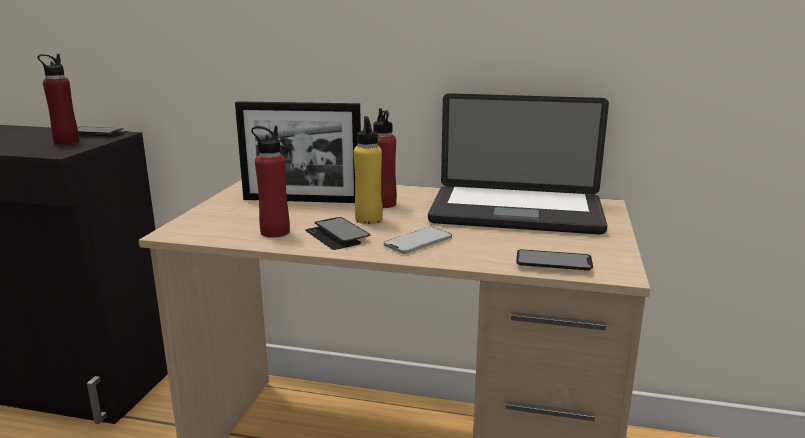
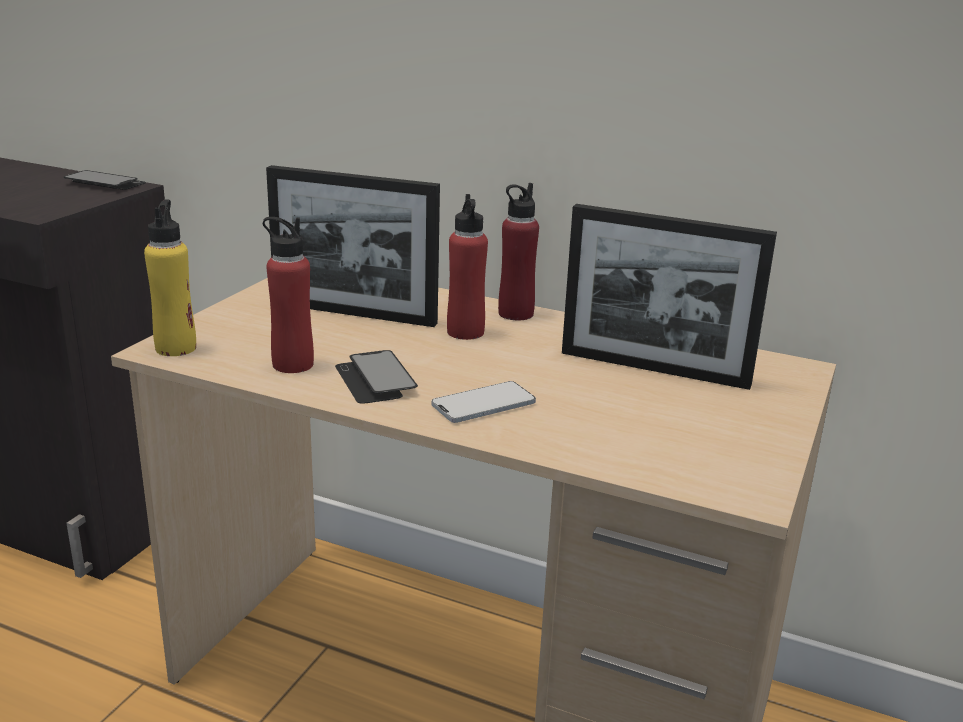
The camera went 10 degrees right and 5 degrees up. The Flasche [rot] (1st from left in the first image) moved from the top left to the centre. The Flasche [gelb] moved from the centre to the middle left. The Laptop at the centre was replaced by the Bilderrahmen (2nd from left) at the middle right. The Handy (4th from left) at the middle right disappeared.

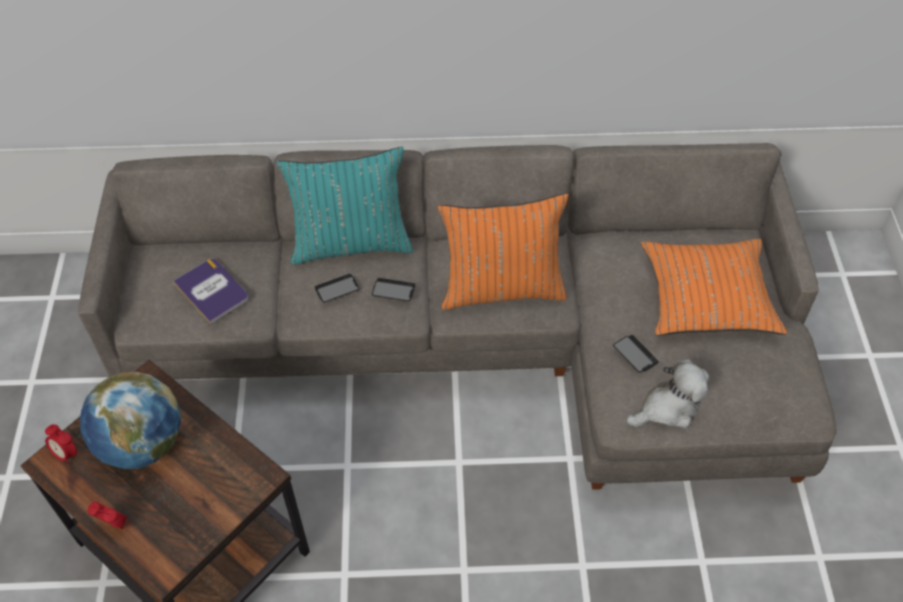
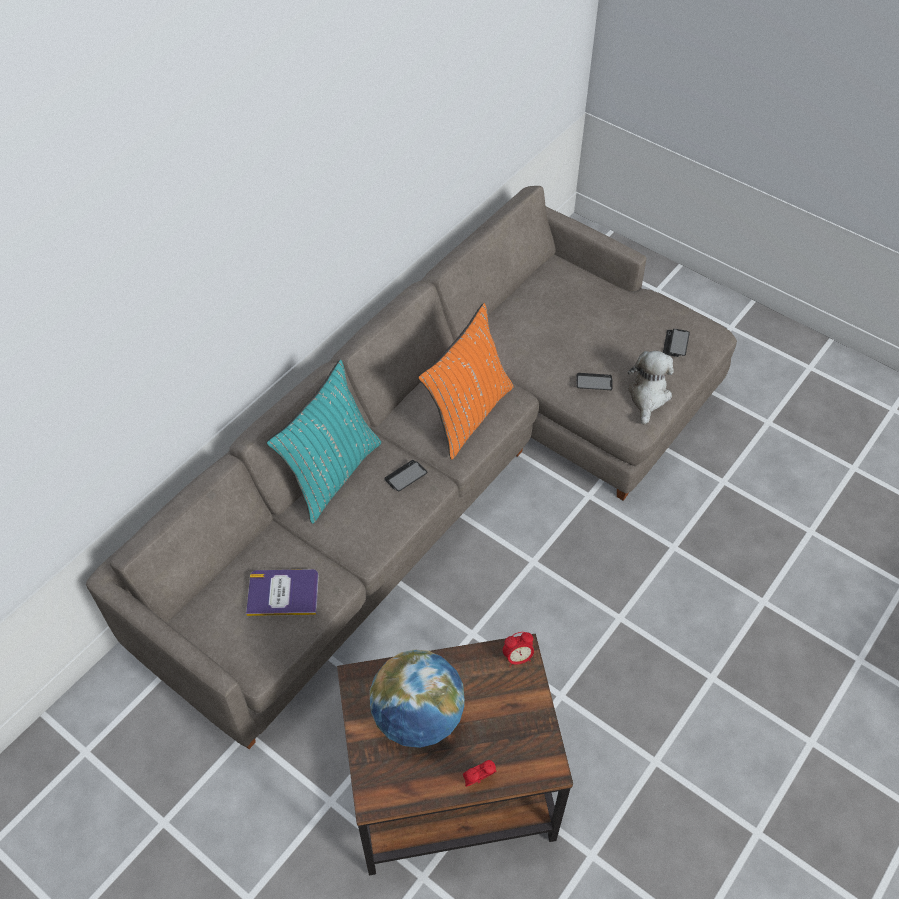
The camera went 50 degrees left and 0 degrees up. The Wecker (1st from left in the first image) moved from the bottom left to the bottom centre. The Handy (1st from left in the first image) moved from the centre to the middle right. The Kissen [orange] (2nd from left) at the middle right disappeared.

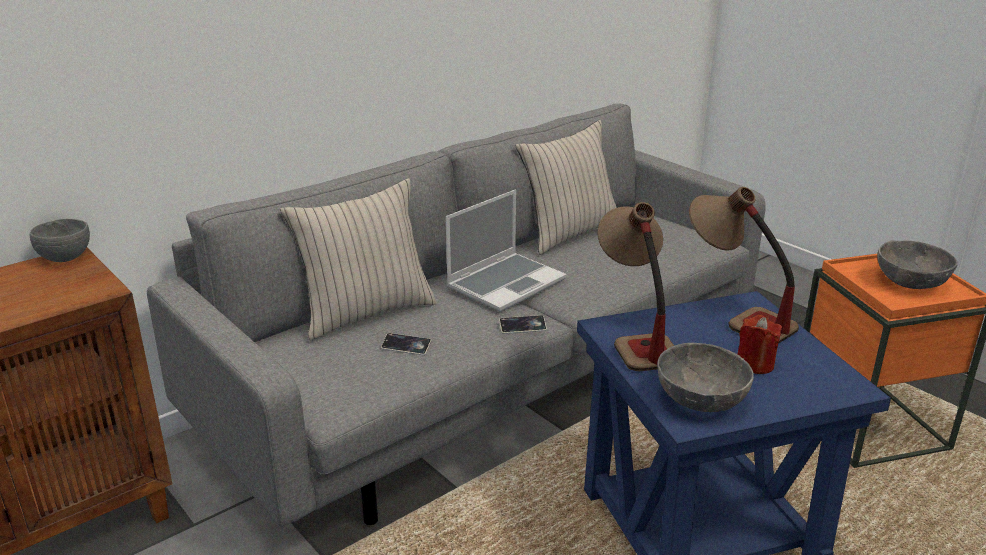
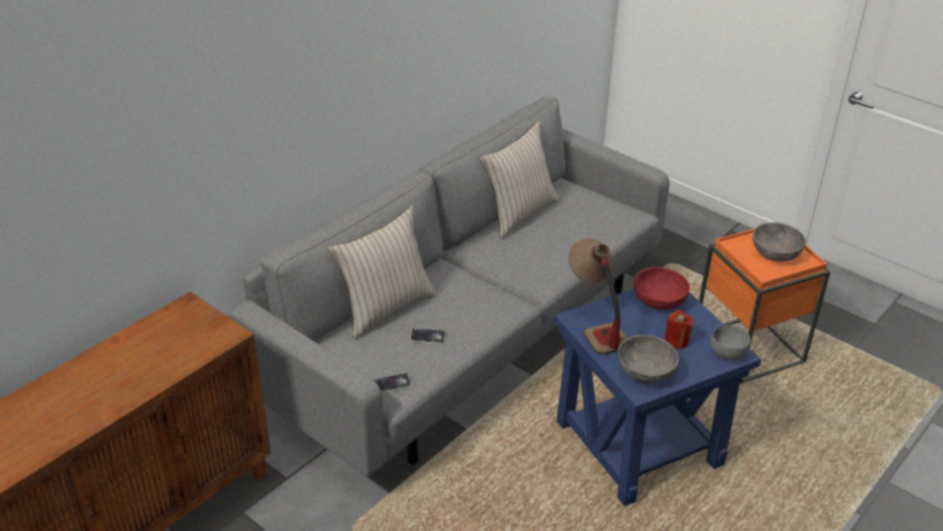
The camera went 10 degrees left and 10 degrees up. The Schüssel [grau] (1st from left in the first image) moved from the middle left to the middle right. The Laptop at the centre disappeared. The Handy (2nd from left in the first image) moved from the centre to the bottom centre. The Tischlampe (2nd from left) at the middle right was replaced by the Schüssel [rot] at the middle right.

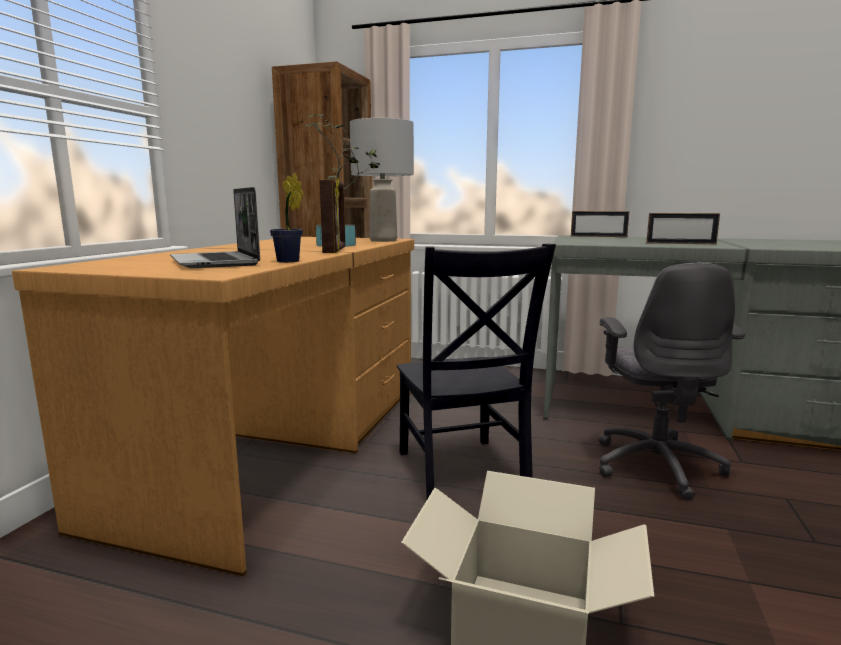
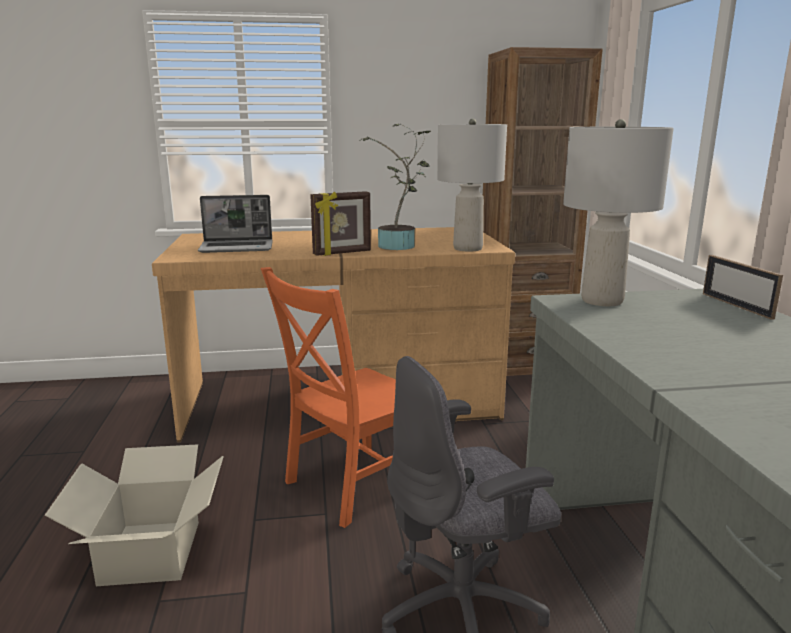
The camera went 65 degrees right and 5 degrees up. The Laptop at the middle left turned 135 degrees counterclockwise. The Topfpflanze (1st from left) at the centre disappeared. The Stuhl [schwarz] at the centre became the Stuhl [orange] at the centre. The Bilderrahmen (3rd from left) at the middle right disappeared. The Tischlampe [grau] (2nd from left) at the middle right appeared.

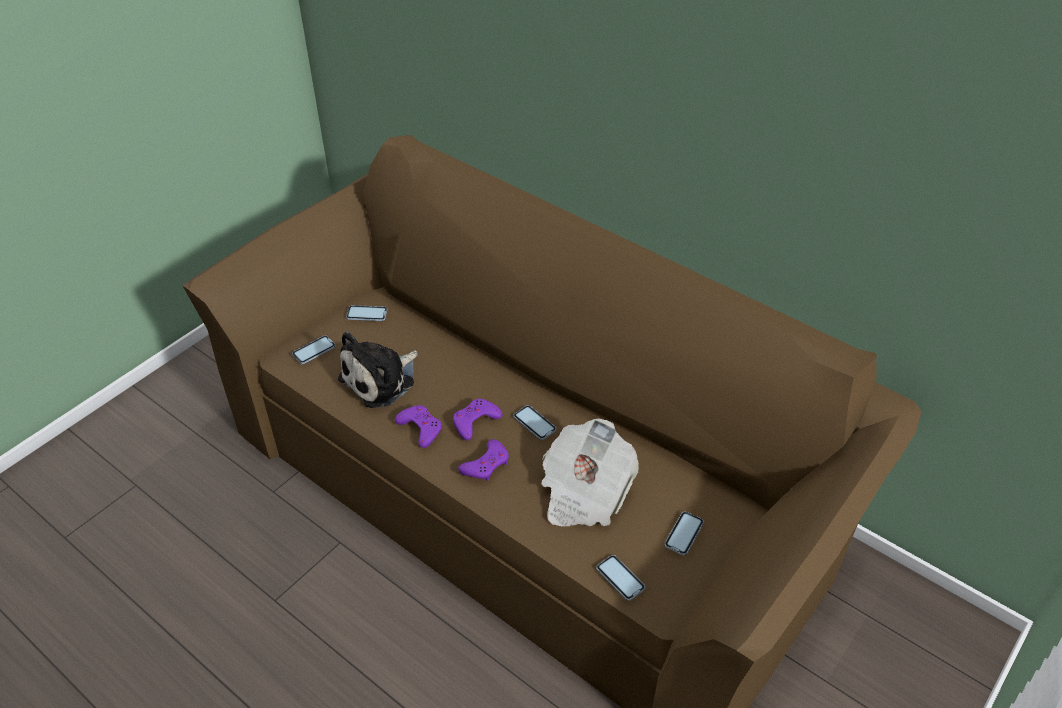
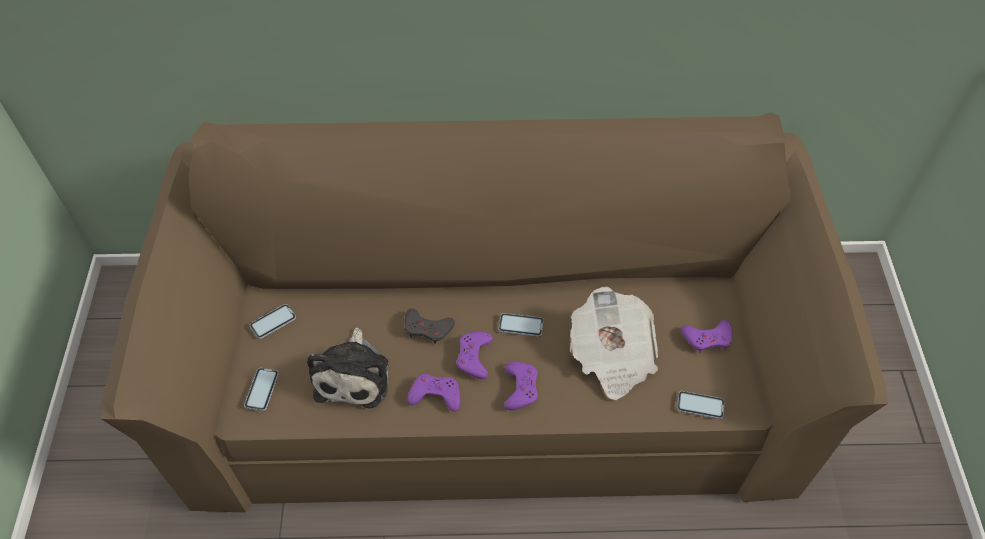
The camera went 40 degrees left and 10 degrees up. The Handy (5th from left) at the bottom centre was replaced by the Gamepad [lila] (4th from left) at the middle right. The Gamepad [grau] at the centre appeared.

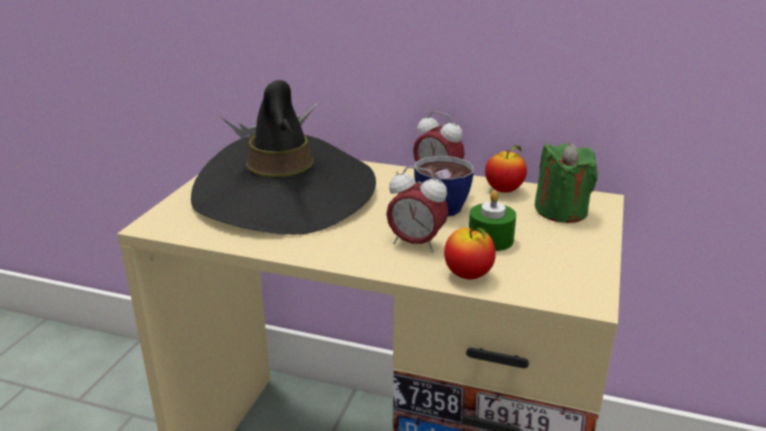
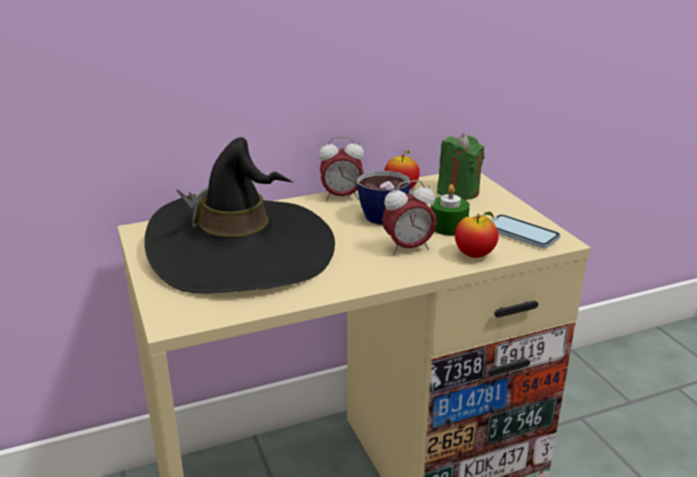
The camera went 40 degrees left and 0 degrees up. The Handy at the middle right appeared.

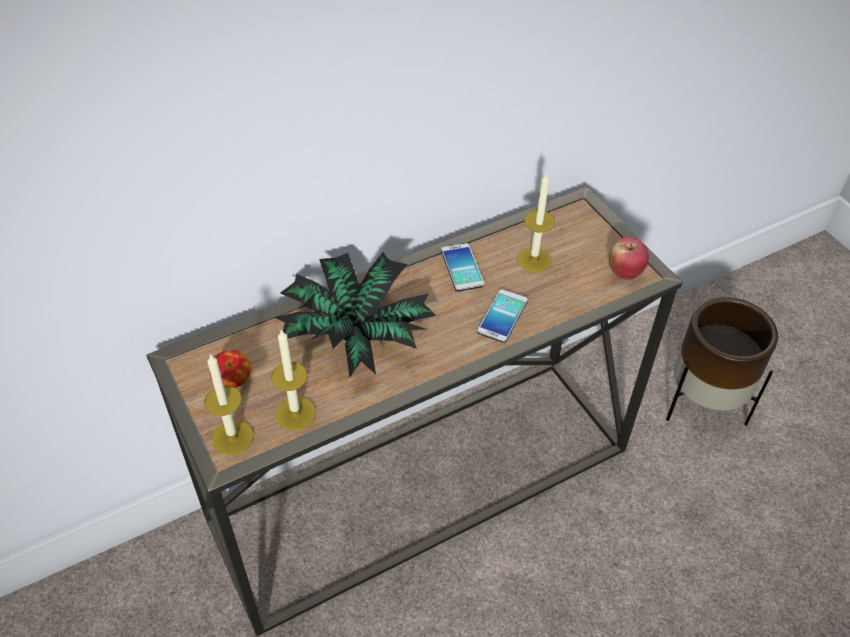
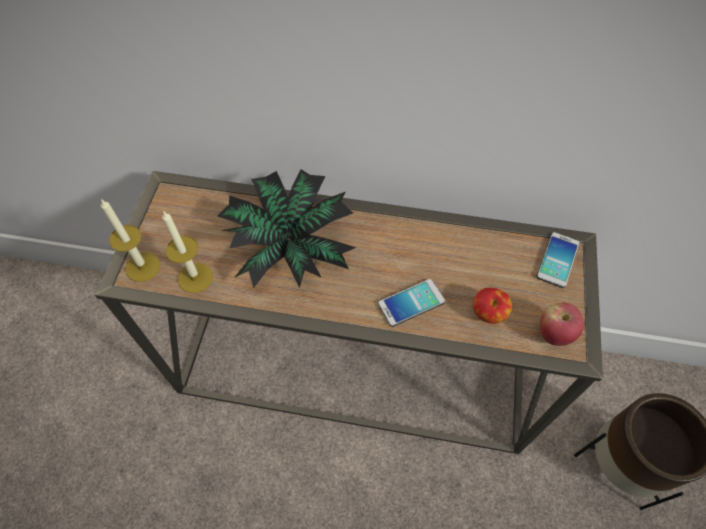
The camera went 40 degrees right and 10 degrees up. The Apfel (1st from left) moved from the middle left to the middle right. The Handy (1st from left in the first image) moved from the centre to the middle right. The Kerze (3rd from left) at the centre disappeared.

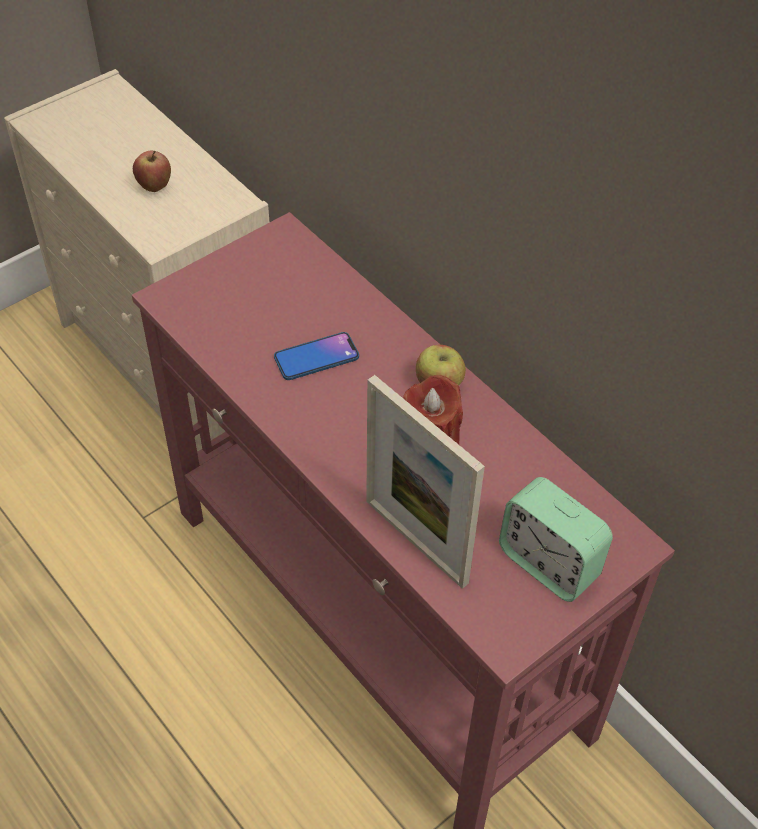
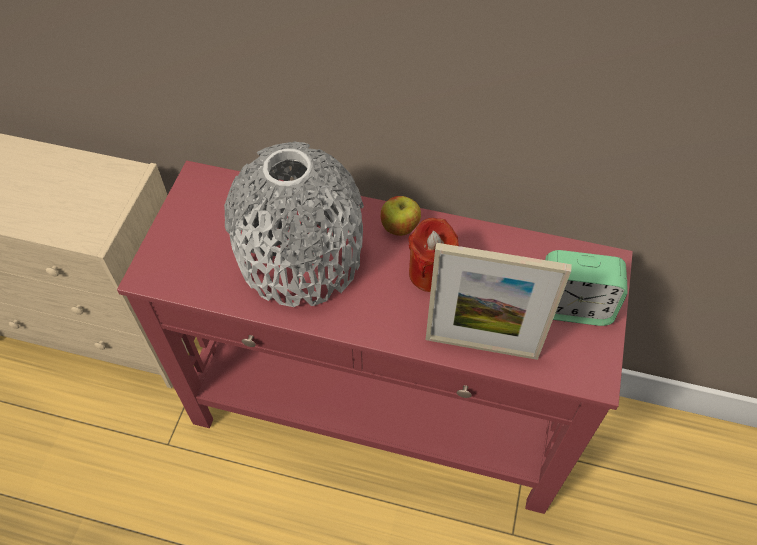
The camera went 35 degrees left and 5 degrees up. The Apfel (1st from left) at the top left disappeared. The Handy at the centre was replaced by the Vase [grau] at the centre.

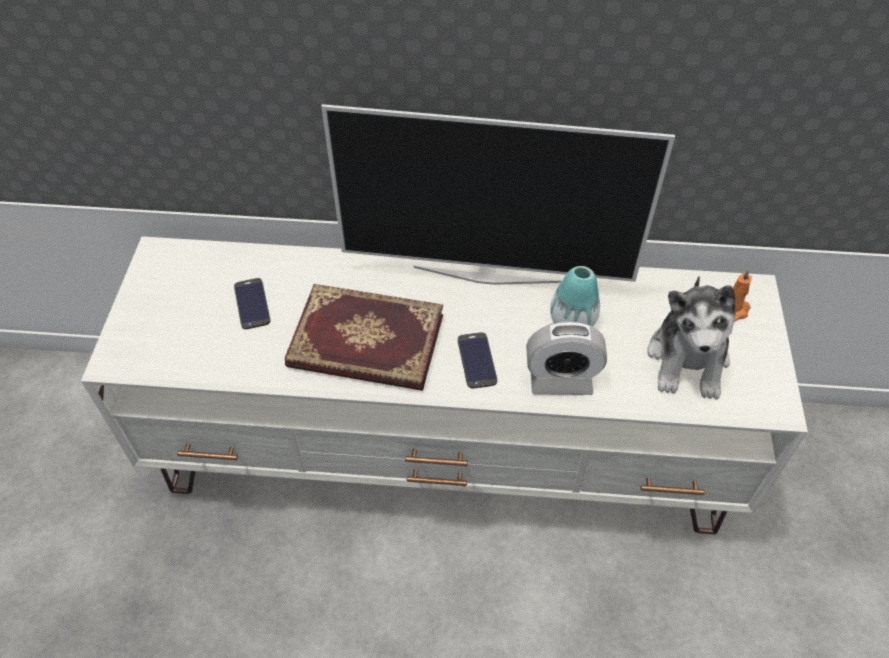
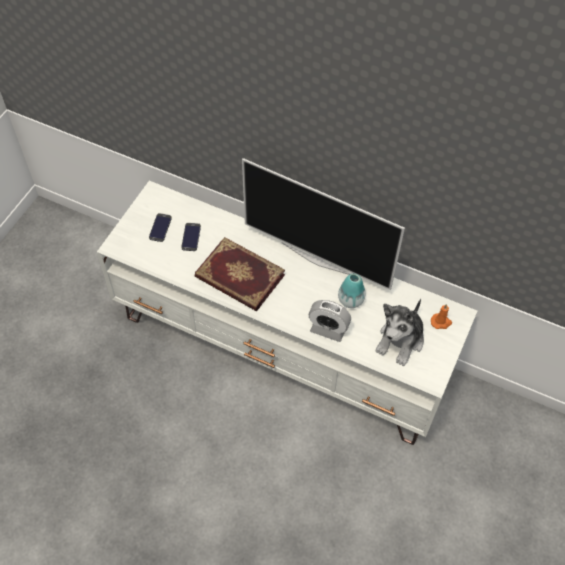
The camera went 20 degrees right and 5 degrees up. The Handy (2nd from left in the first image) moved from the centre to the middle left.

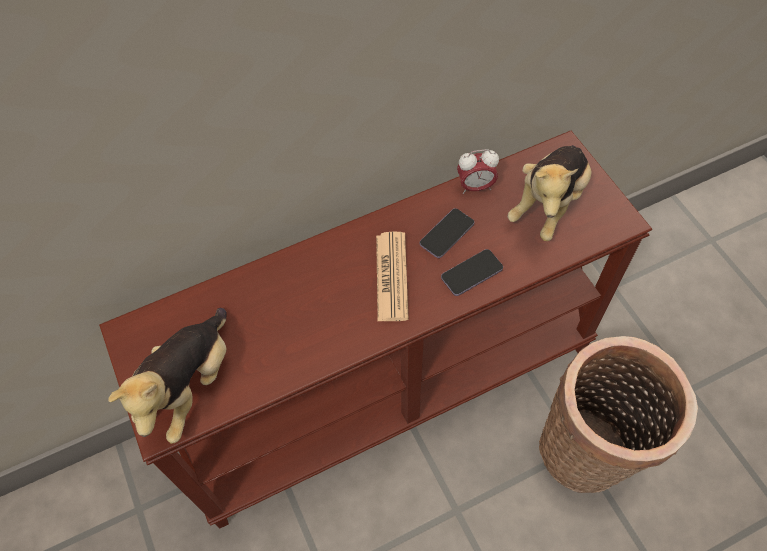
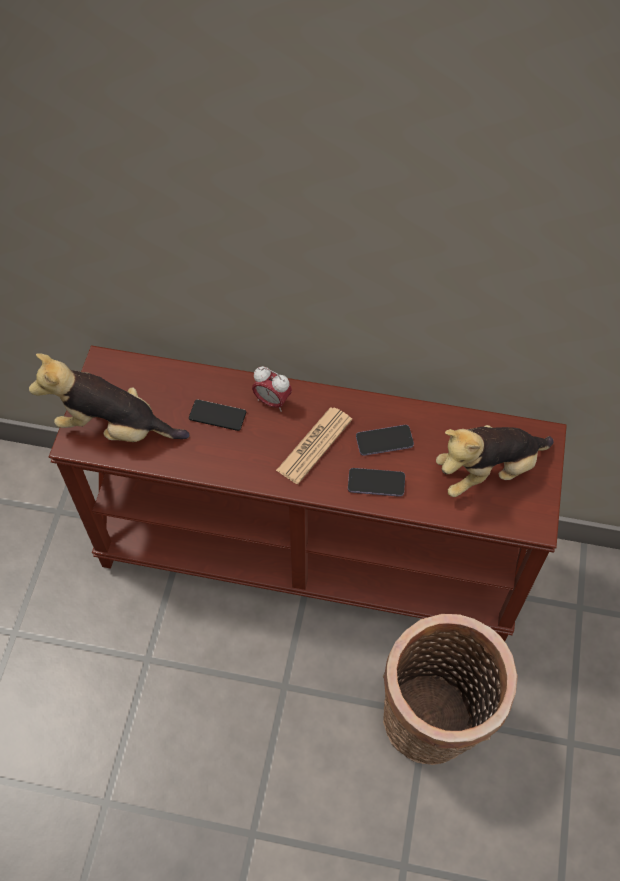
The camera went 35 degrees right and 0 degrees up. The Plüschtier (1st from left) at the bottom left turned 45 degrees clockwise. The Wecker moved from the top centre to the centre. The Handy (1st from left) at the centre appeared.

